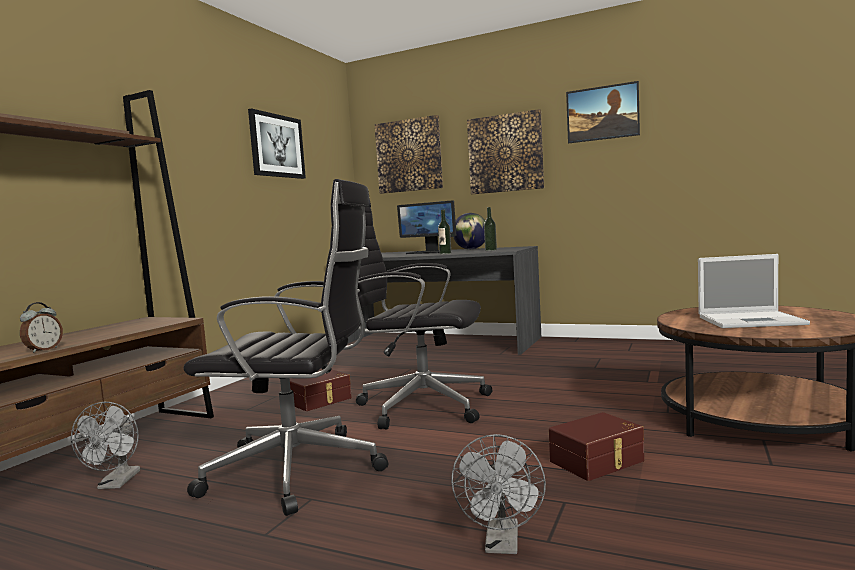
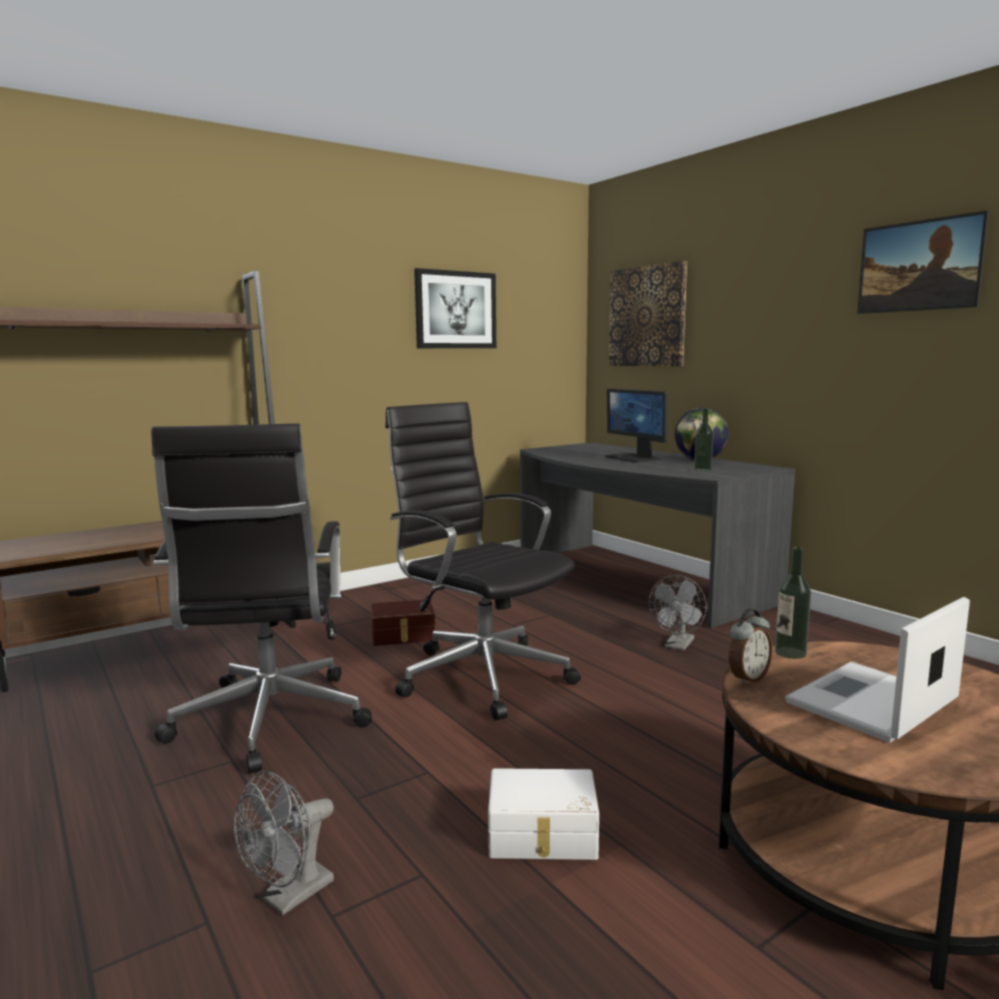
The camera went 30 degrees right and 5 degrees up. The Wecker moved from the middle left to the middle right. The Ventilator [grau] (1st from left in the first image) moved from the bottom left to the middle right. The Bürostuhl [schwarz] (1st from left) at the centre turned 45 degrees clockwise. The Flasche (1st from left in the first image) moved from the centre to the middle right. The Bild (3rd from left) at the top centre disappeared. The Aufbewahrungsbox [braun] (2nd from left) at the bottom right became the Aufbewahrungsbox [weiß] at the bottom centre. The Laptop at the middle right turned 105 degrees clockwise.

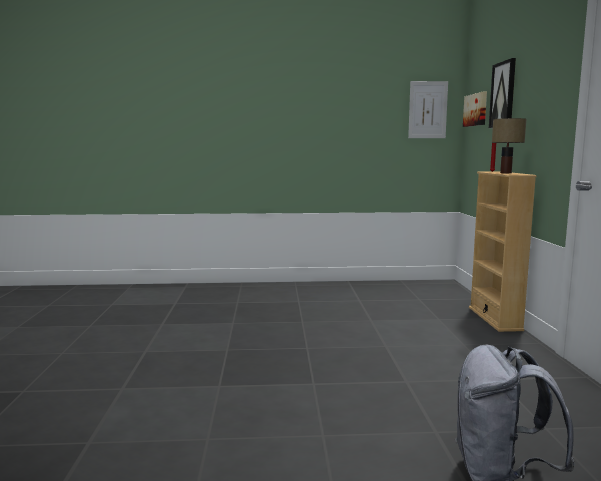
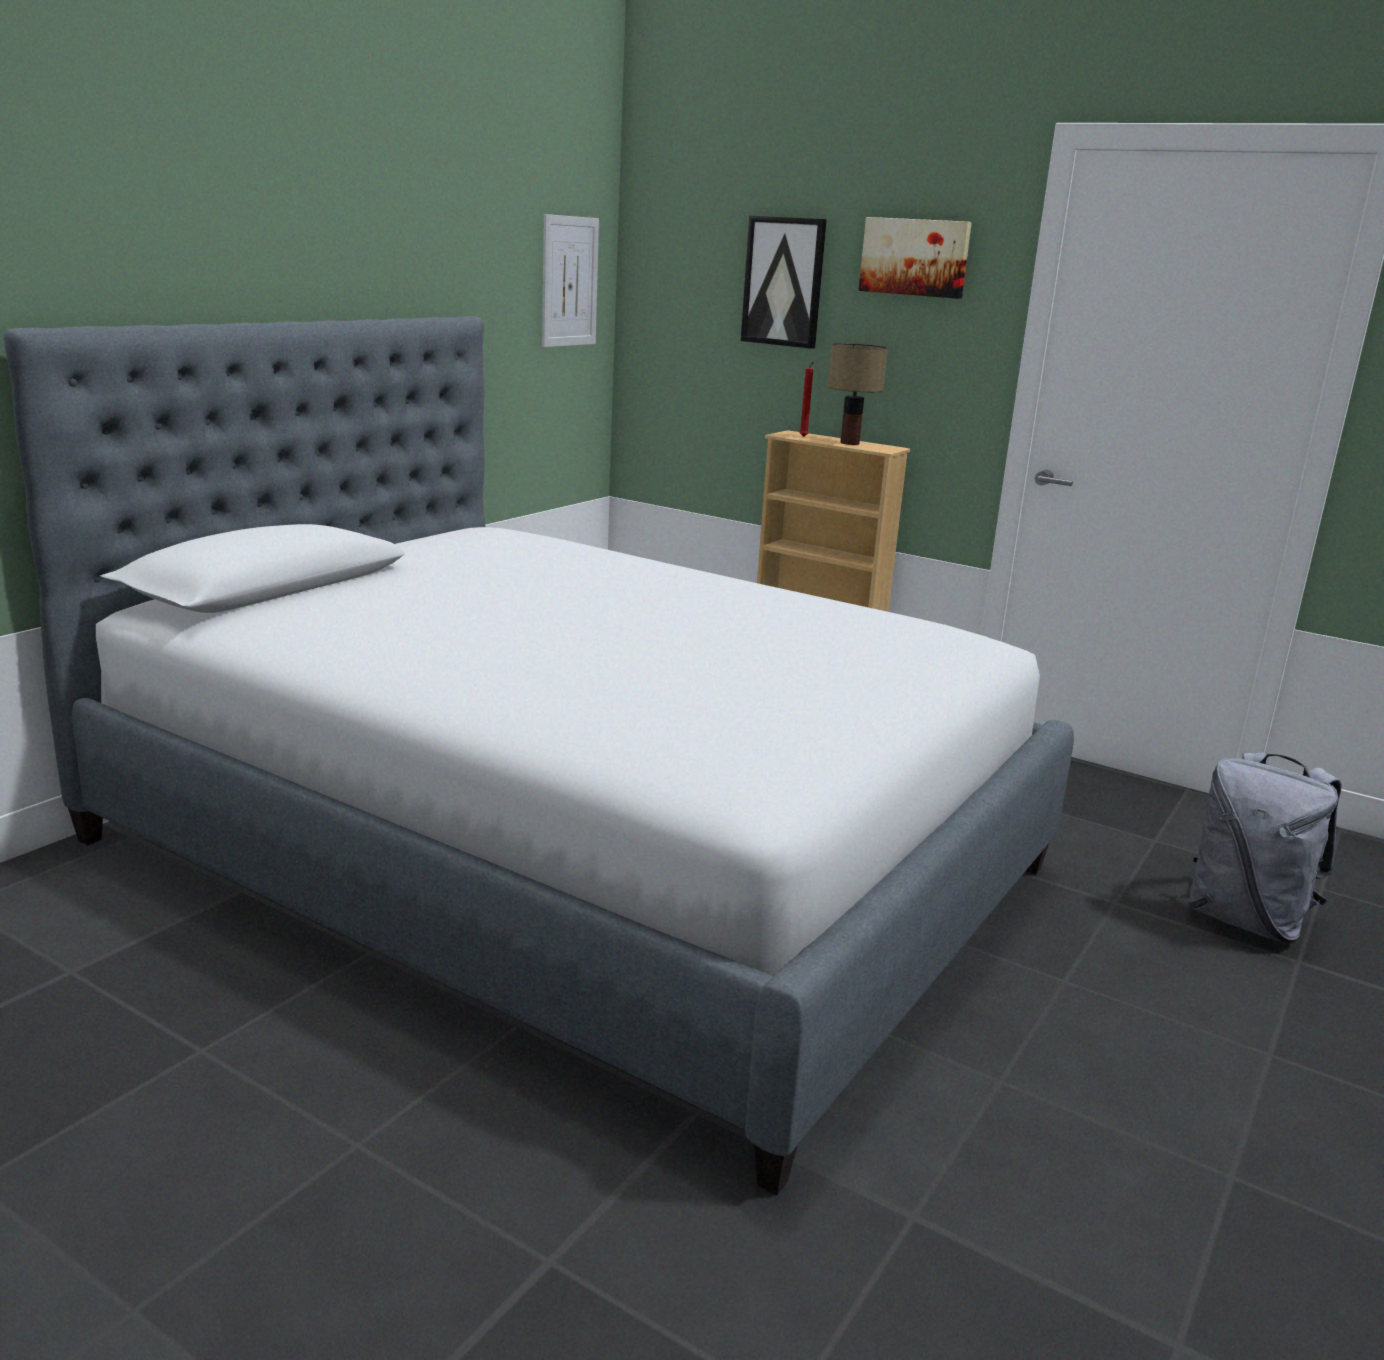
The camera went 55 degrees left and 10 degrees up. The Bild (2nd from left in the first image) moved from the top right to the top centre. The Bett at the centre appeared.

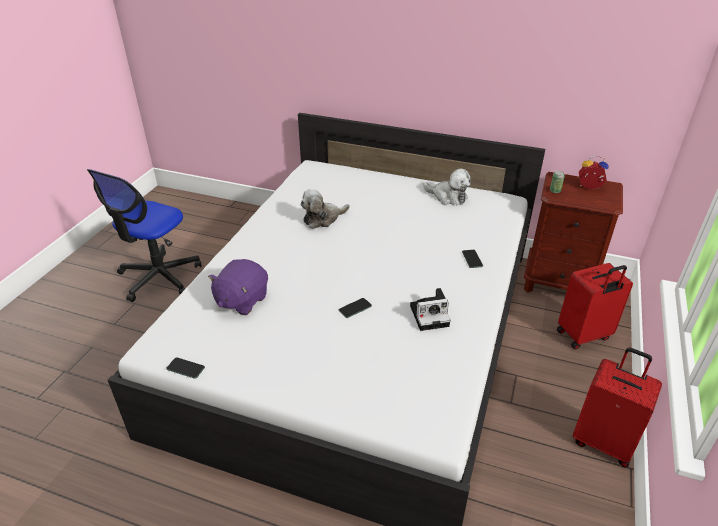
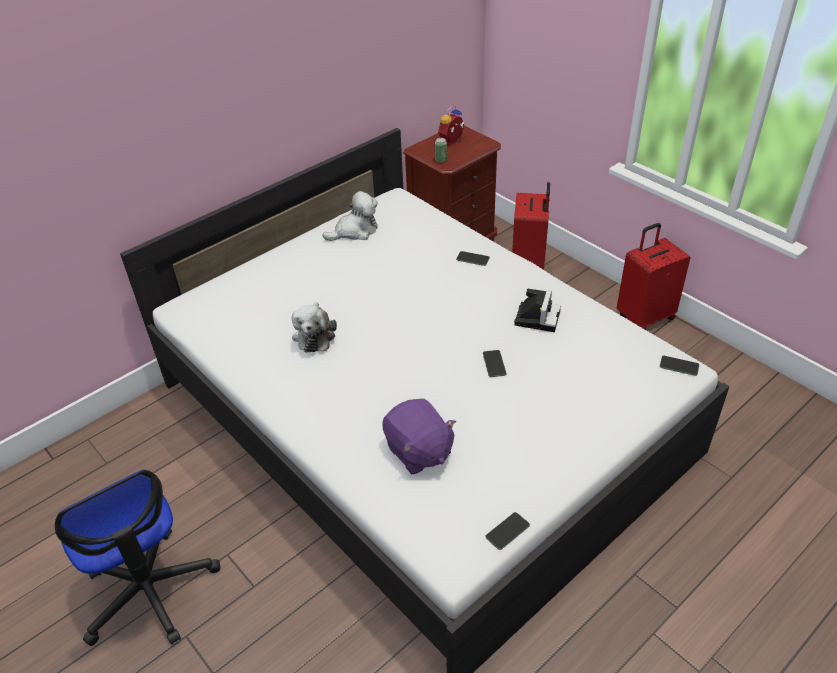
The camera went 60 degrees left and 5 degrees up. The Handy (4th from left) at the middle right appeared.

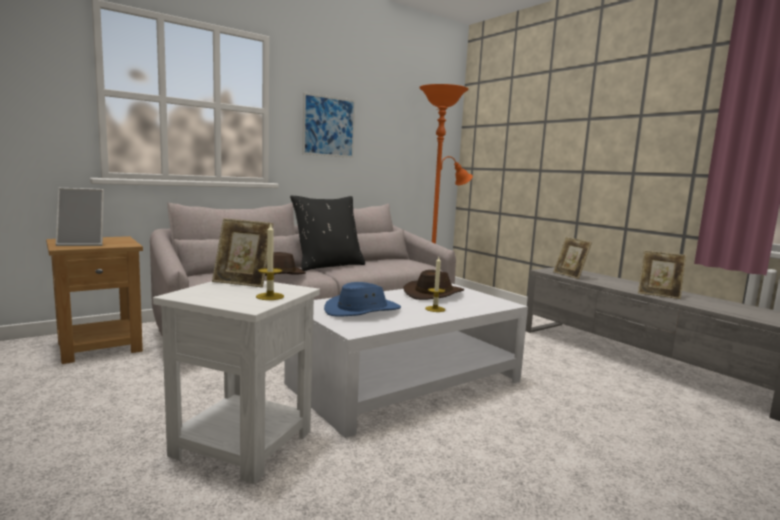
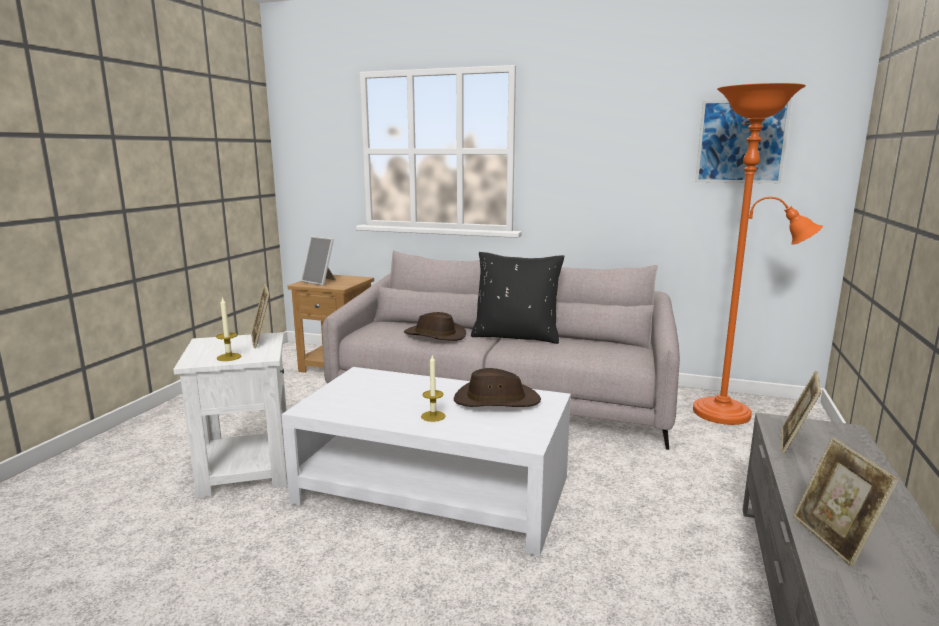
The camera went 55 degrees right and 5 degrees up. The Bild moved from the top centre to the top right. The Hut [blau] at the centre disappeared.

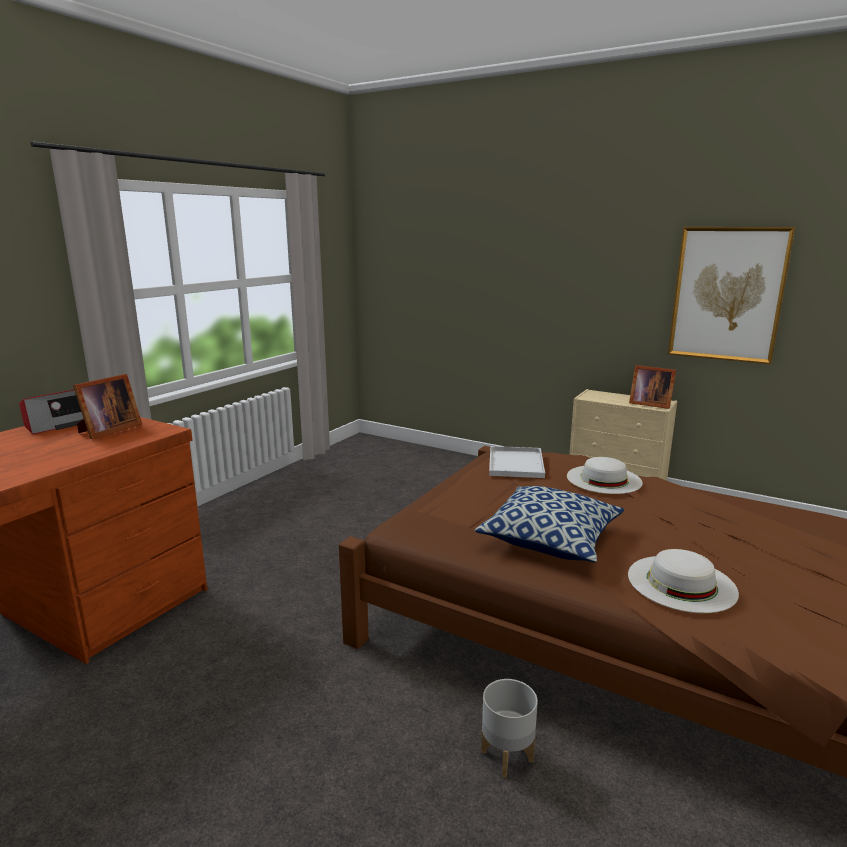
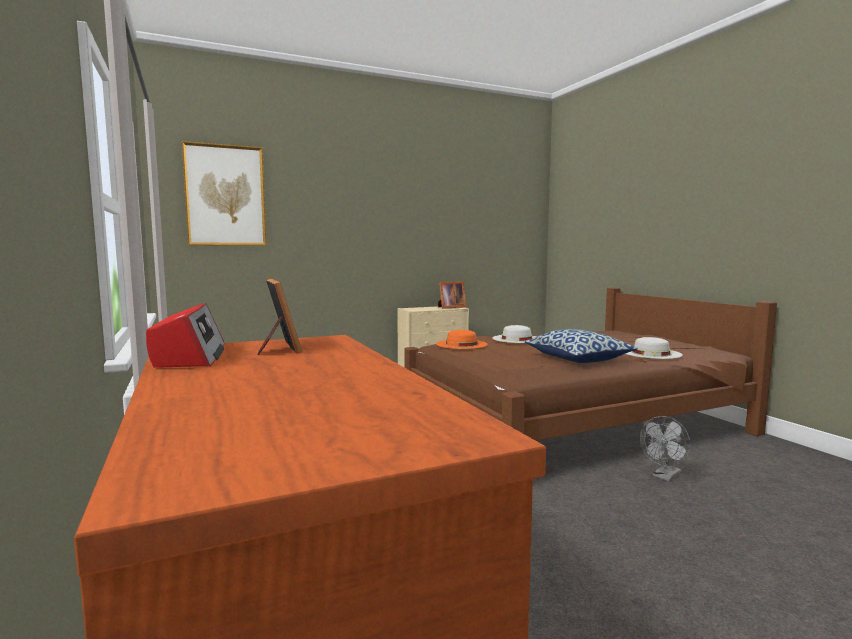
The camera went 55 degrees left and 10 degrees down. The Pflanzkübel [grau] at the bottom centre was replaced by the Ventilator [grau] at the bottom right. The Tablett [weiß] at the centre was replaced by the Hut [orange] at the centre. The Bild moved from the middle right to the top left.

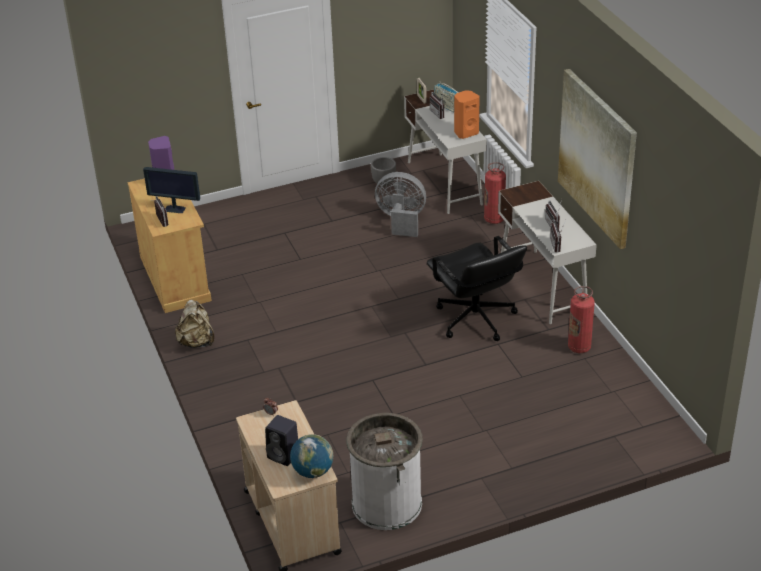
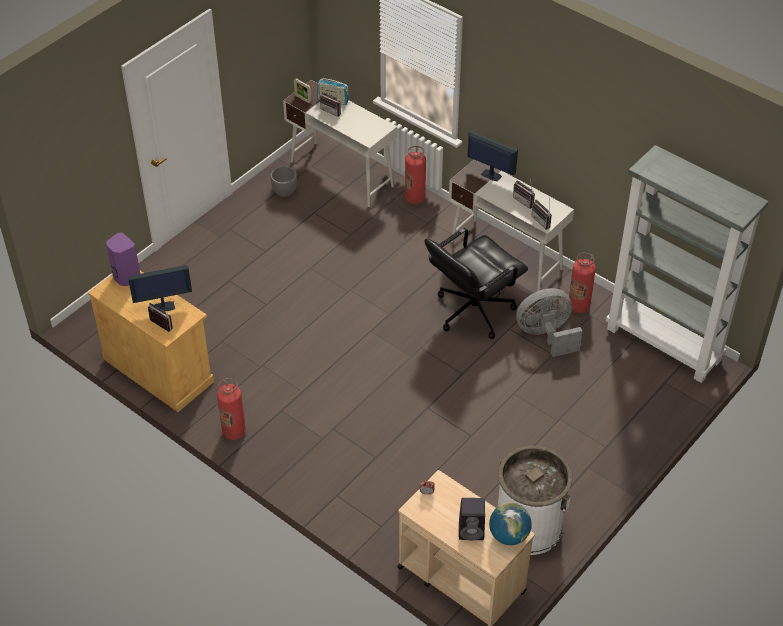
The camera went 30 degrees left and 10 degrees up. The Rucksack [beige] at the middle left was replaced by the Feuerlöscher (1st from left) at the middle left. The Ventilator [grau] moved from the centre to the middle right. The Bürostuhl [schwarz] at the centre turned 105 degrees clockwise. The Lautsprecher [orange] at the top centre disappeared. The Bild at the top right disappeared. The Monitor (2nd from left) at the top centre appeared. The Bücherregal [grau] at the middle right appeared.

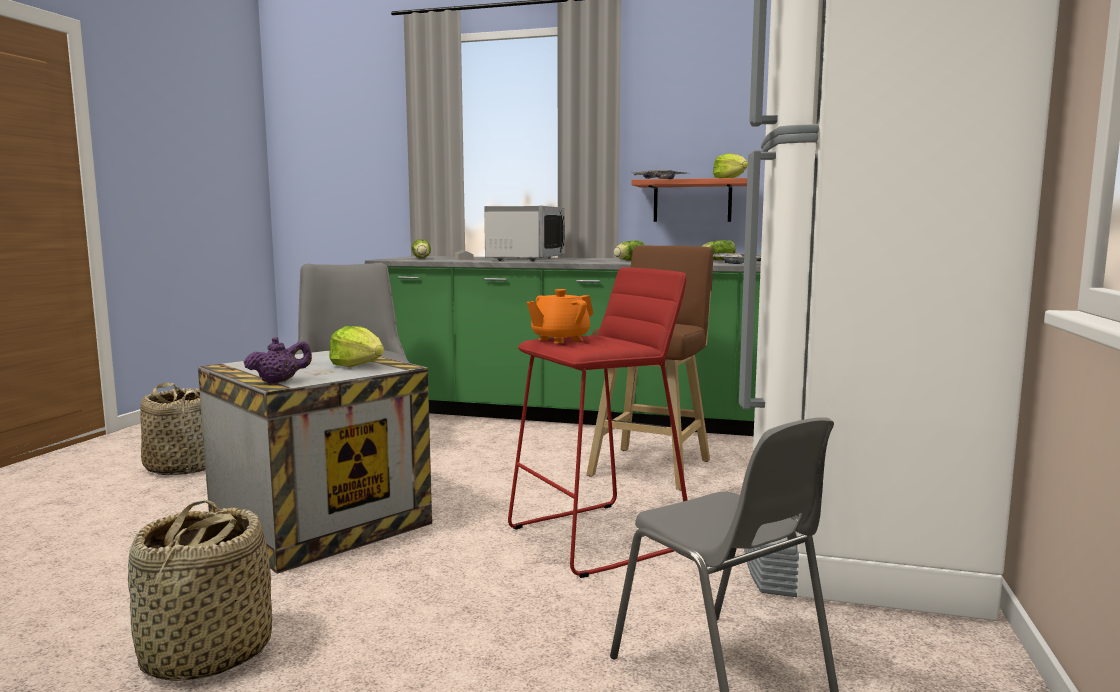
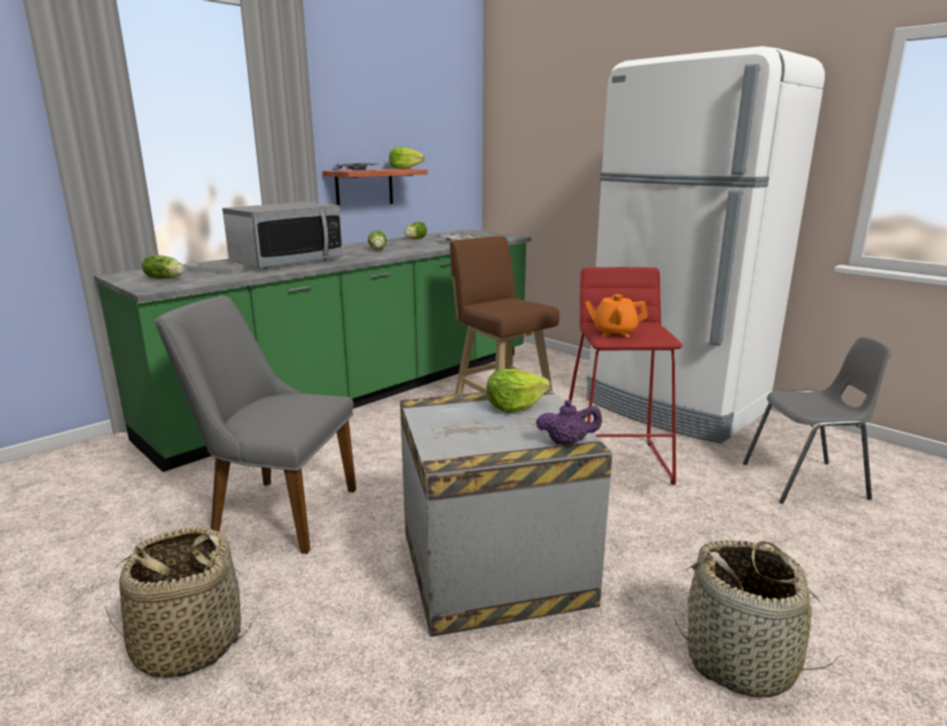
The camera went 60 degrees left and 10 degrees up. The Teekanne [lila] at the middle left turned 90 degrees clockwise. The Mikrowelle at the centre turned 90 degrees clockwise. The Teekanne [orange] at the centre turned 105 degrees clockwise.

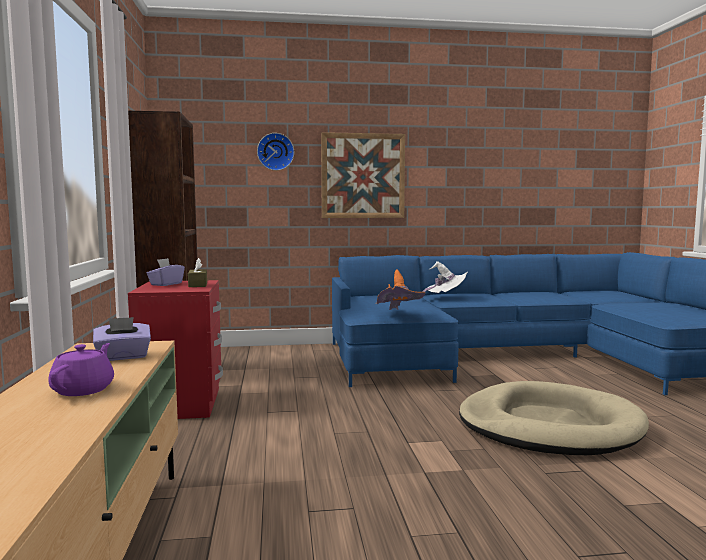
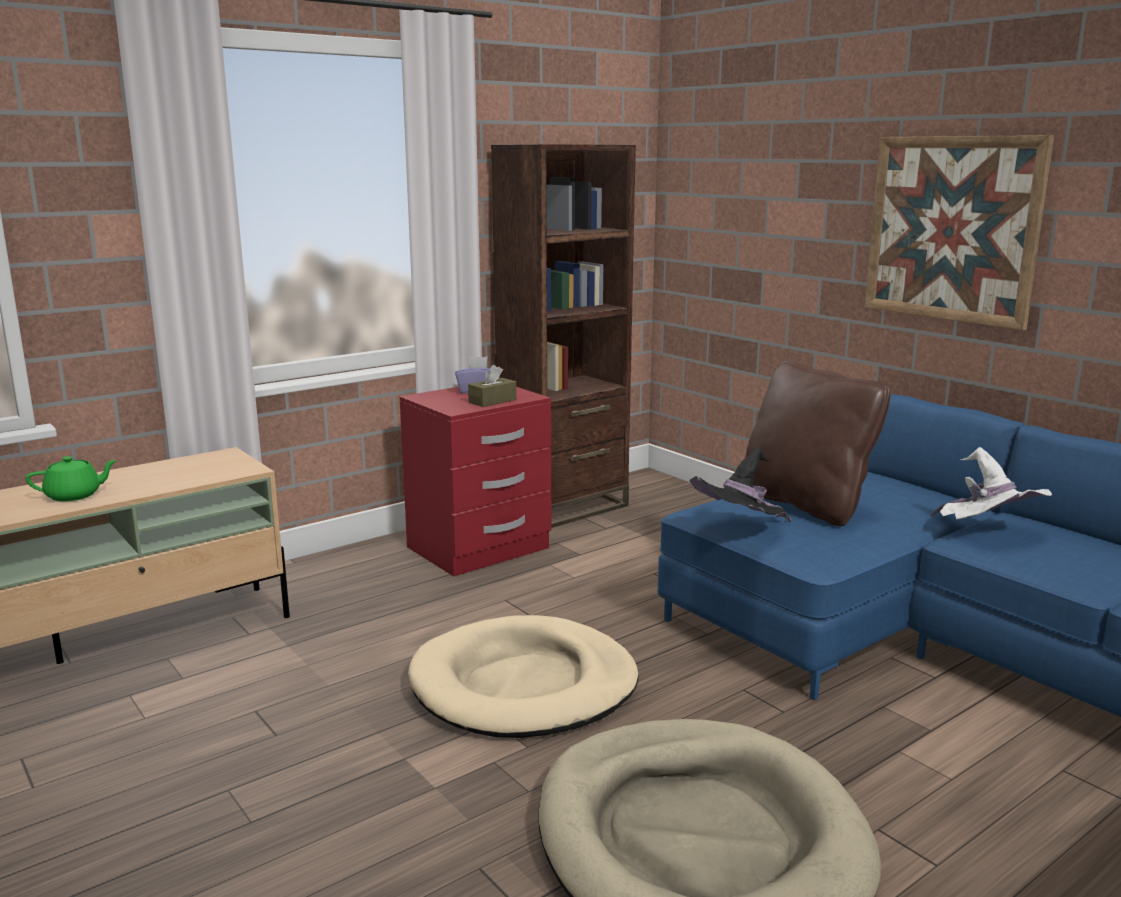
The camera went 60 degrees right and 10 degrees up. The Teekanne [lila] at the middle left became the Teekanne [grün] at the middle left. The Taschentuchbox [lila] (1st from left) at the middle left disappeared. The Wanduhr at the top centre disappeared. The Hut [orange] at the centre became the Hut [schwarz] at the centre. The Hundebett [beige] (1st from left) at the bottom centre appeared. The Kissen [braun] at the middle right appeared.

